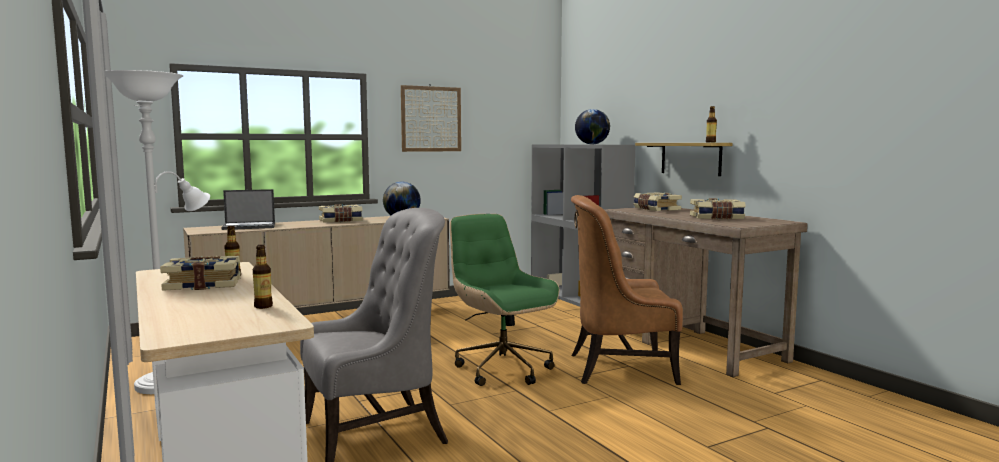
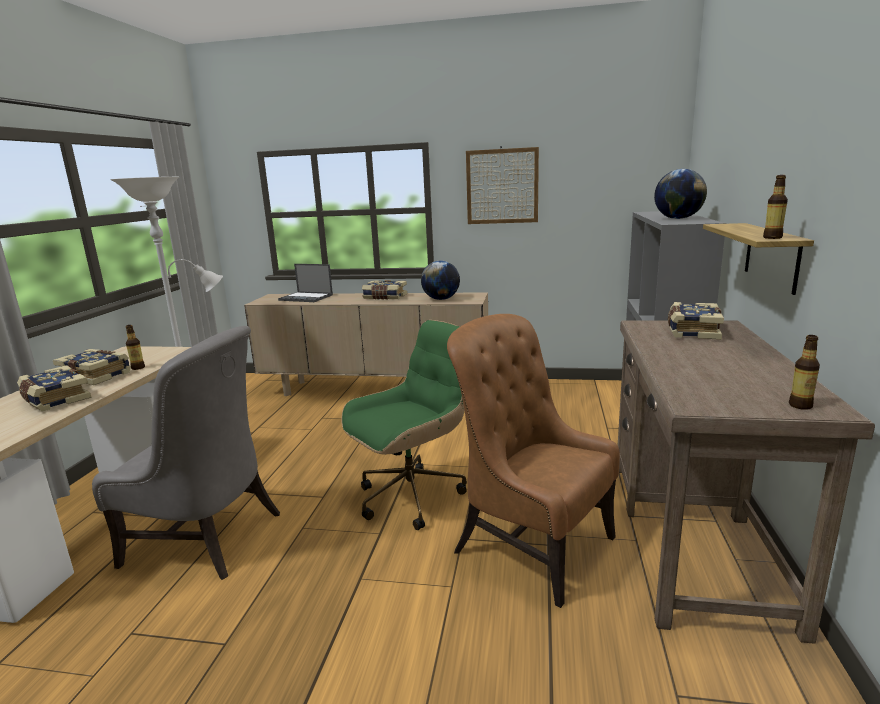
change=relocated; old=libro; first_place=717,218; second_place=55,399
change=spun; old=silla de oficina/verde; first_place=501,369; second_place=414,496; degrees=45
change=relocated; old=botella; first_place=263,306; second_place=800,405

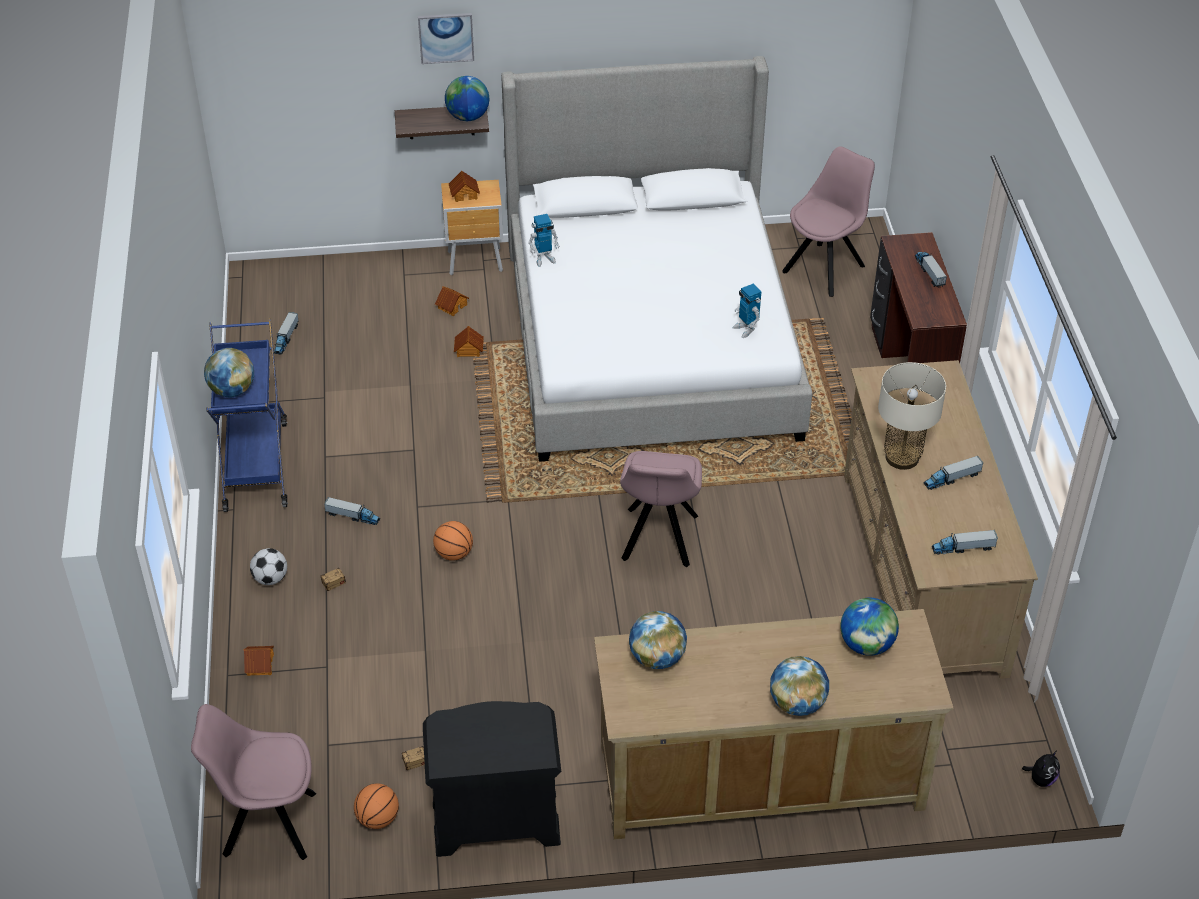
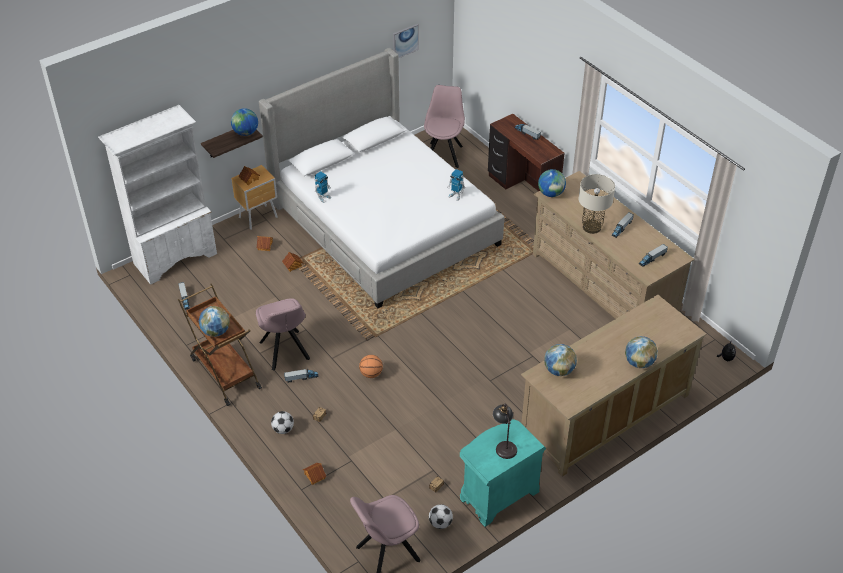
change=relocated; old=cuadro; first_place=446,37; second_place=405,41
change=colour; old=carrito/azul; new=carrito/marrón; first_place=257,465; second_place=225,373
change=relocated; old=silla/rosa; first_place=658,538; second_place=285,351
change=relocated; old=globo terráqueo; first_place=866,645; second_place=551,193
change=colour; old=mesita de noche/negro; new=mesita de noche/turquesa; first_place=494,815; second_place=496,493
change=exchanged; old=balón de baloncesto; new=balón de fútbol; first_place=378,819; second_place=440,523
change=appeared; new=estantería/blanco; second_place=175,258
change=appeared; new=lámpara de mesa/gris; second_place=503,442

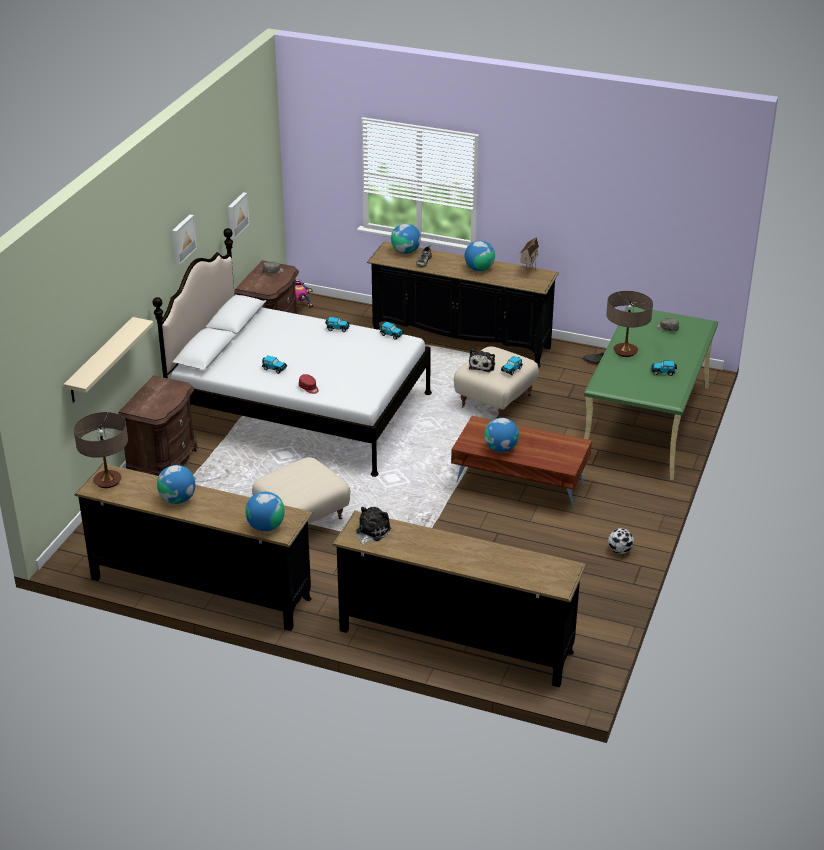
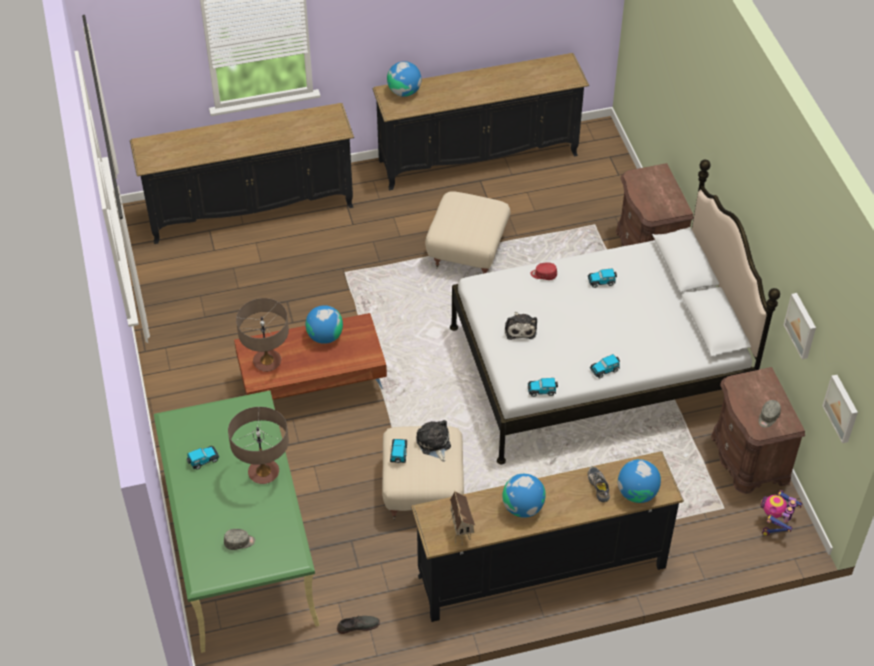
change=relocated; old=cuadro; first_place=182,239; second_place=842,408
change=missing; old=estante/beis; first_place=100,361
change=relocated; old=lámpara de mesa; first_place=107,481; second_place=267,362
change=missing; old=globo terráqueo; first_place=177,499
change=relocated; old=peluche; first_place=371,531; second_place=520,329
change=missing; old=balón de fútbol; first_place=619,551

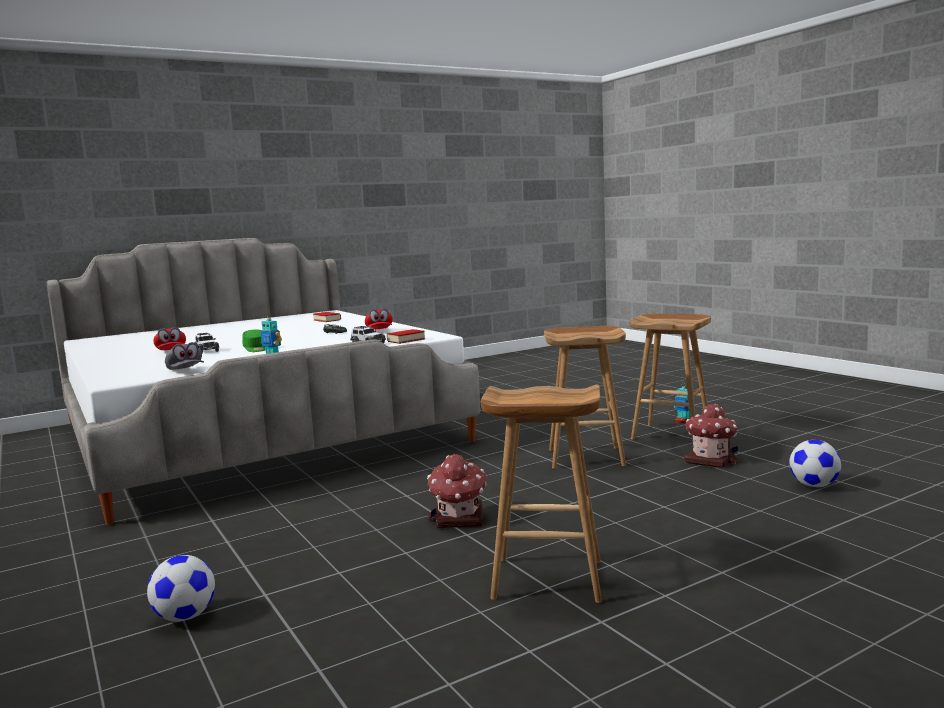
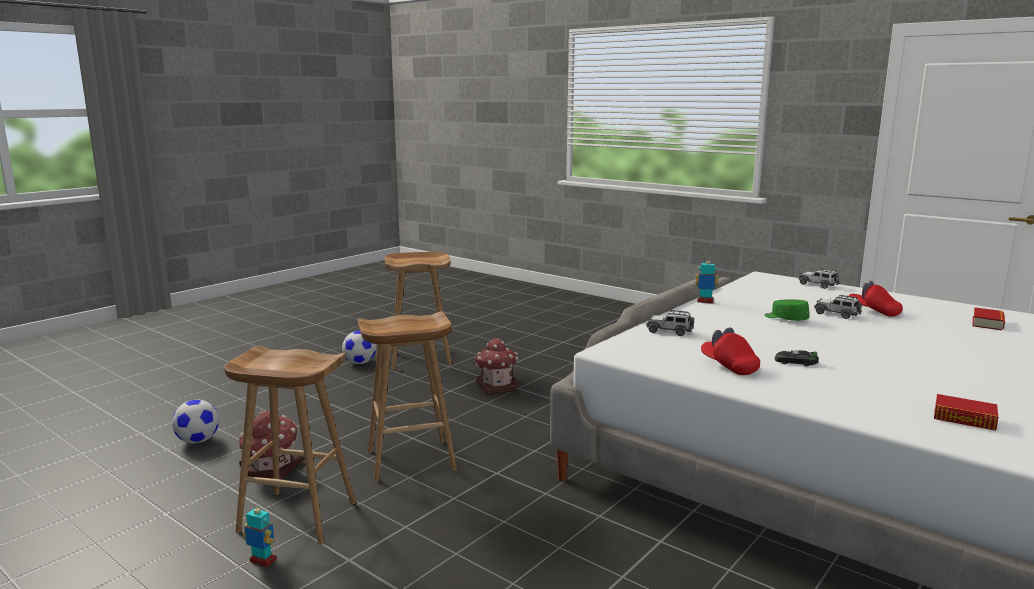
change=relocated; old=libro; first_place=406,340; second_place=987,323
change=missing; old=gorra/gris; first_place=185,371
change=relocated; old=balón de fútbol; first_place=185,617; second_place=360,363
change=appeared; new=coche de juguete; second_place=818,285

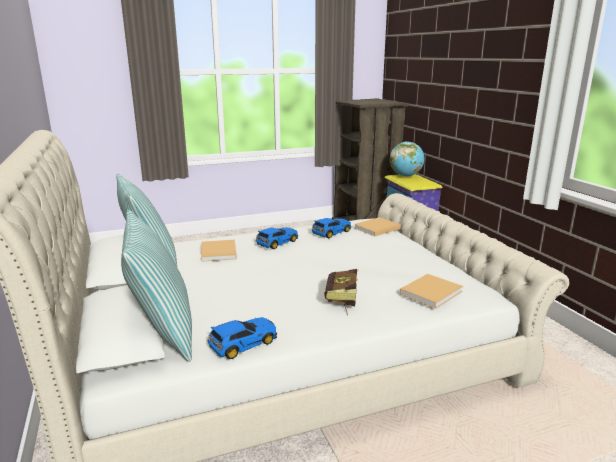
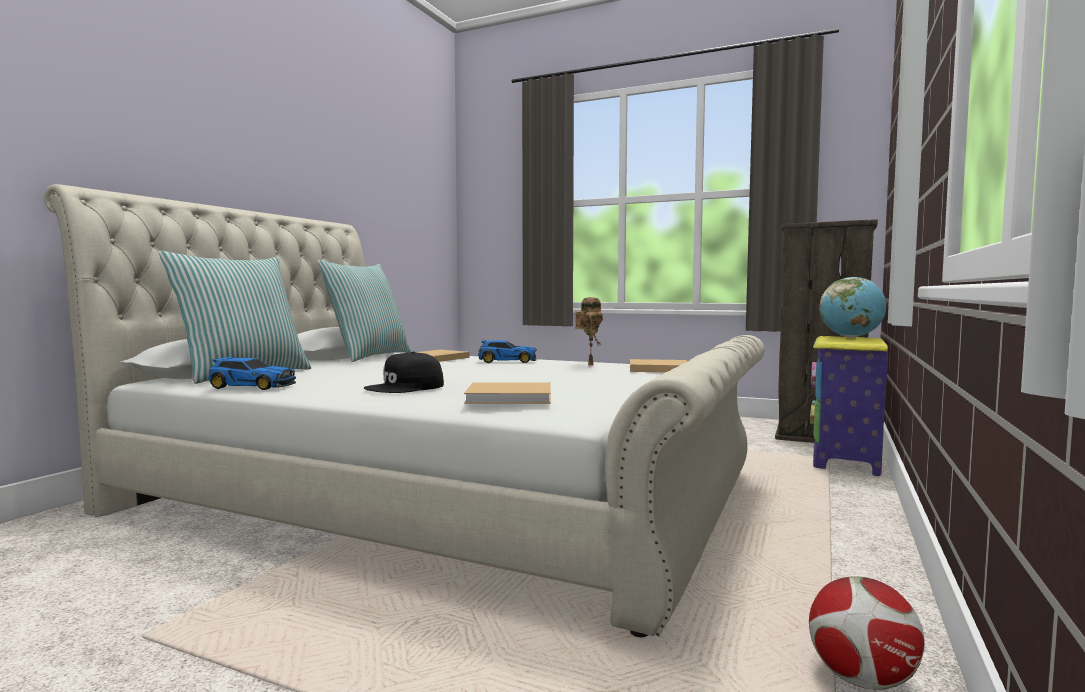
change=exchanged; old=coche de juguete; new=robot de juguete; first_place=331,232; second_place=588,364
change=exchanged; old=libro; new=gorra/negro; first_place=341,302; second_place=406,387
change=appeared; new=balón de fútbol; second_place=861,680

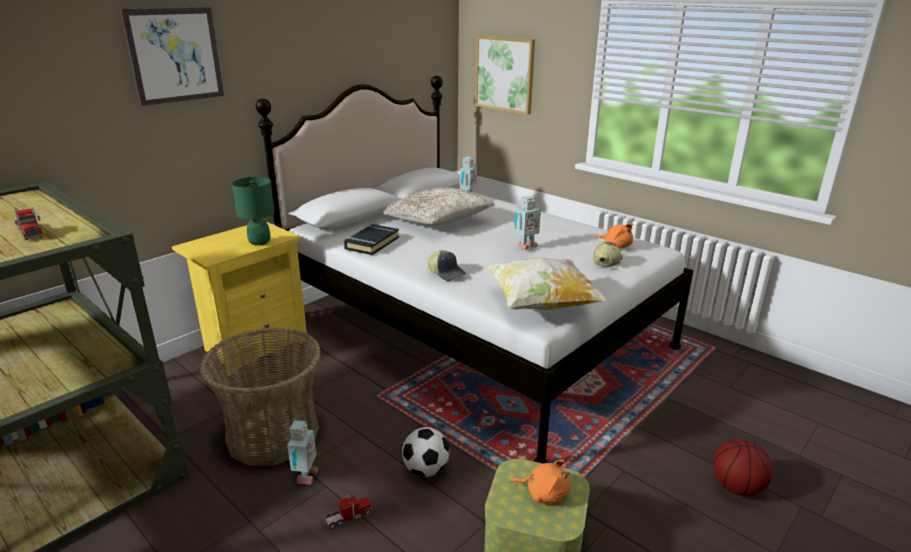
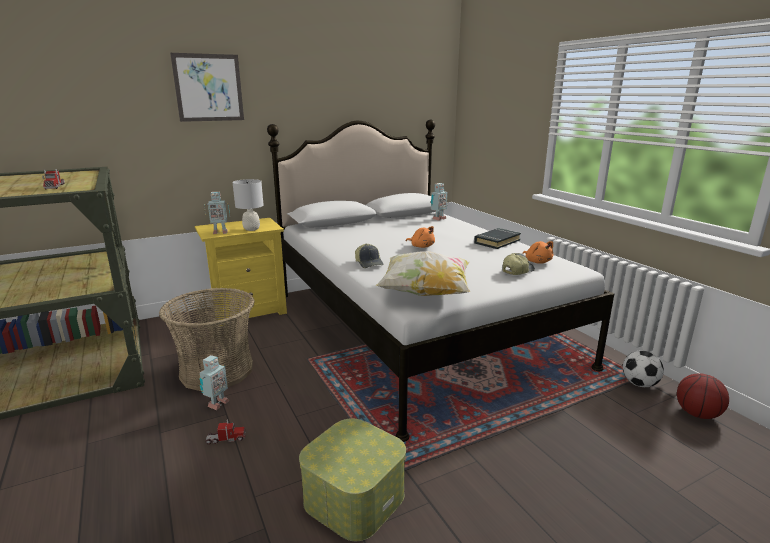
change=missing; old=cuadro; first_place=504,74
change=colour; old=lámpara de mesa/verde; new=lámpara de mesa/gris; first_place=260,242; second_place=252,229
change=missing; old=cojín/beis; first_place=438,221
change=relocated; old=robot de juguete; first_place=525,246; second_place=219,232
change=relocated; old=libro/negro; first_place=371,243; second_place=497,242
change=relocated; old=balón de fútbol; first_place=426,470; second_place=639,384
change=relocated; old=balón de baloncesto; first_place=737,488; second_place=697,414
change=relocated; old=peluche/naranja; first_place=544,493; second_place=421,246

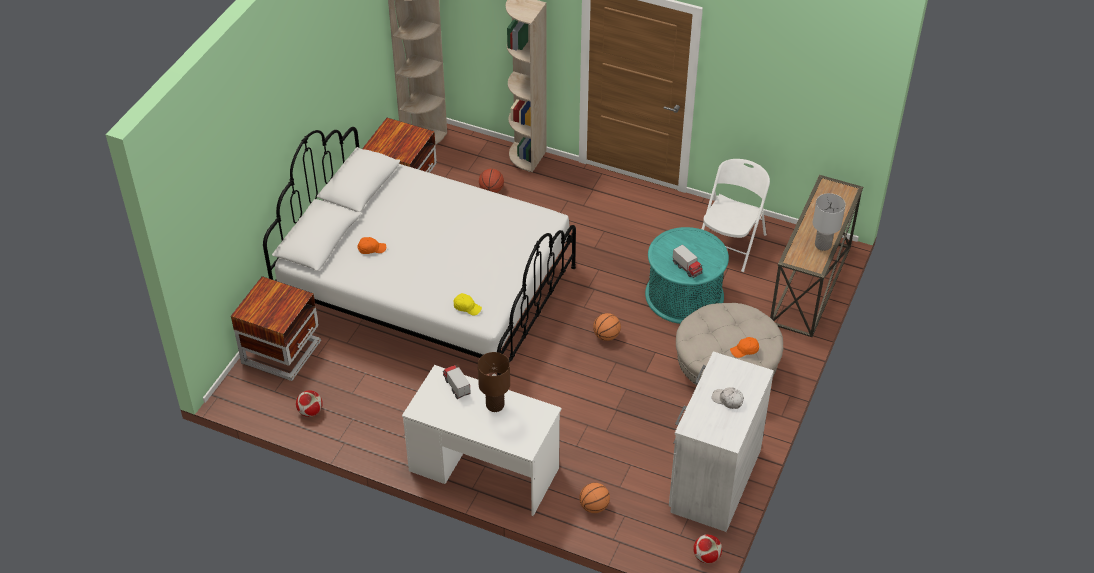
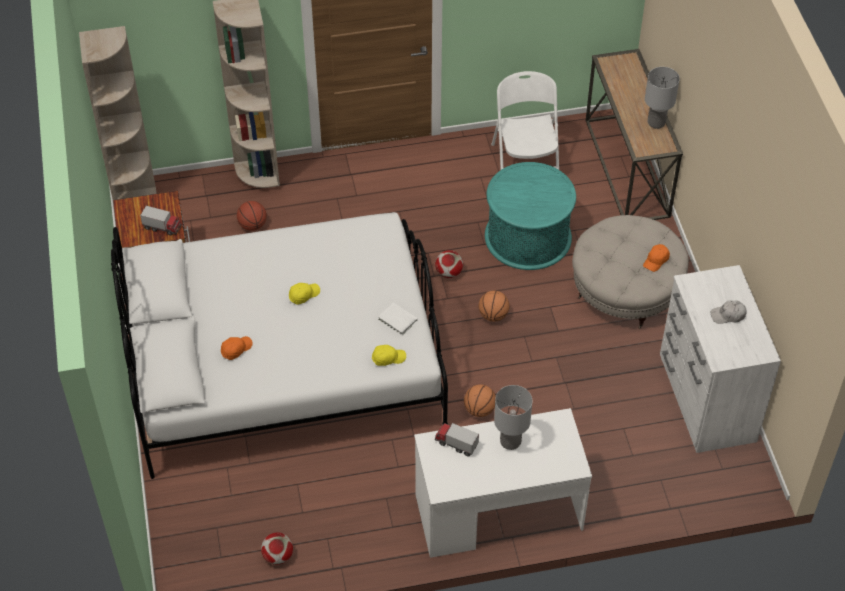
change=relocated; old=camión de juguete; first_place=687,268; second_place=162,227
change=missing; old=mesita de noche; first_place=282,352
change=colour; old=lámpara de mesa/marrón; new=lámpara de mesa/gris; first_place=495,407; second_place=510,443
change=relocated; old=balón de baloncesto; first_place=594,506; second_place=479,410
change=relocated; old=balón de fútbol; first_place=706,556; second_place=448,273
change=appeared; new=gorra/amarillo; second_place=303,295
change=appeared; new=libro/blanco; second_place=398,320

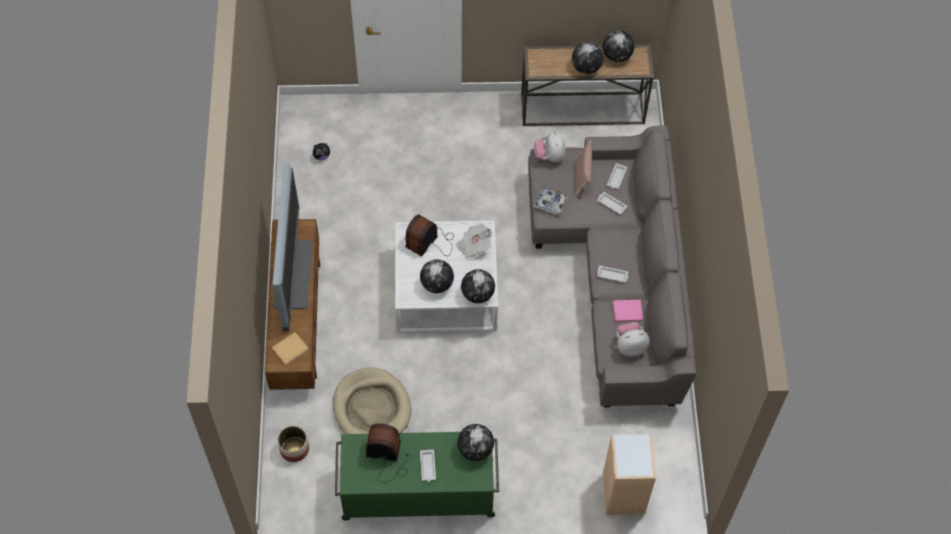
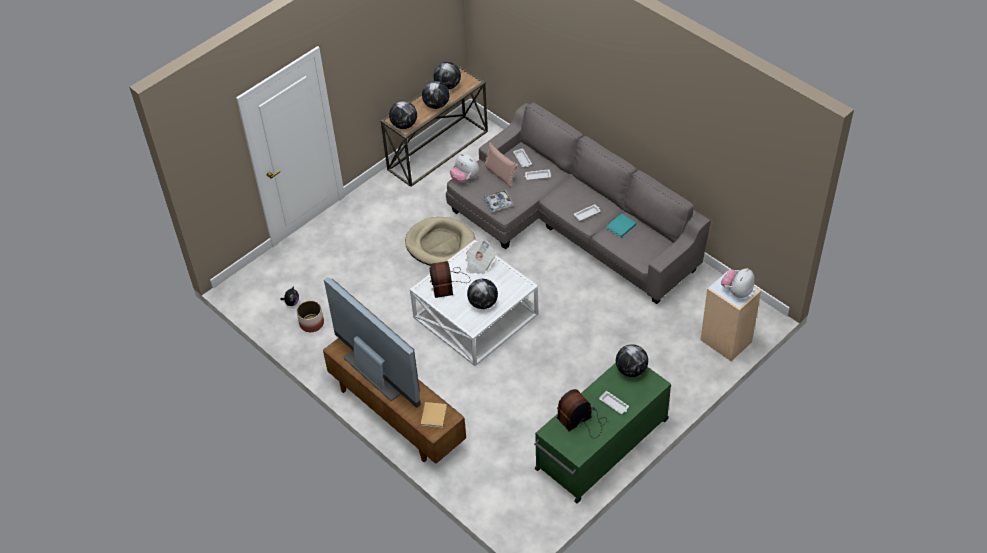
change=relocated; old=globo terráqueo; first_place=477,294; second_place=404,125
change=colour; old=libro/rosa; new=libro/turquesa; first_place=626,311; second_place=620,227
change=relocated; old=peluche; first_place=630,346; second_place=737,291
change=relocated; old=cama para perro/beis; first_place=372,408; second_place=440,244
change=relocated; old=maceta; first_place=294,449; second_place=312,323

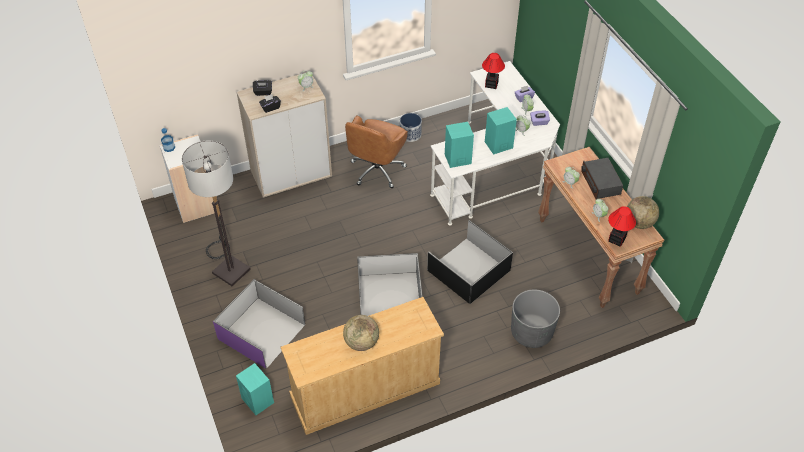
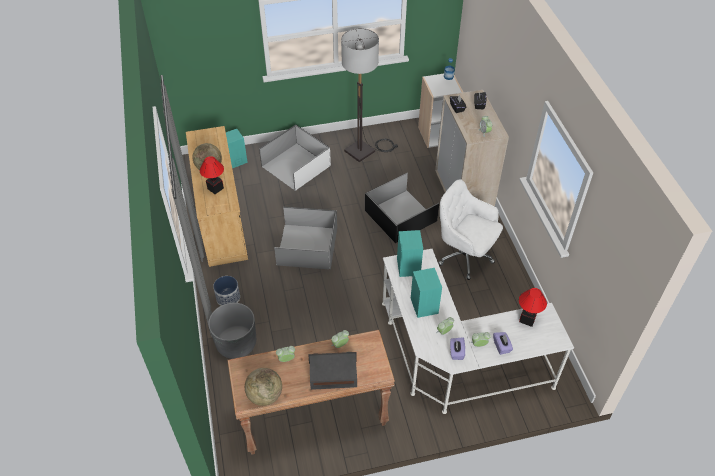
change=relocated; old=maceta; first_place=410,134; second_place=228,298
change=colour; old=silla de oficina/marrón; new=silla de oficina/blanco; first_place=377,170; second_place=465,256
change=relocated; old=lámpara de mesa; first_place=616,239; second_place=215,188
change=relocated; old=caja de almacenaje/negro; first_place=469,269; second_place=401,216
change=colour; old=caja de almacenaje/morado; new=caja de almacenaje/blanco; first_place=261,332; second_place=295,165

